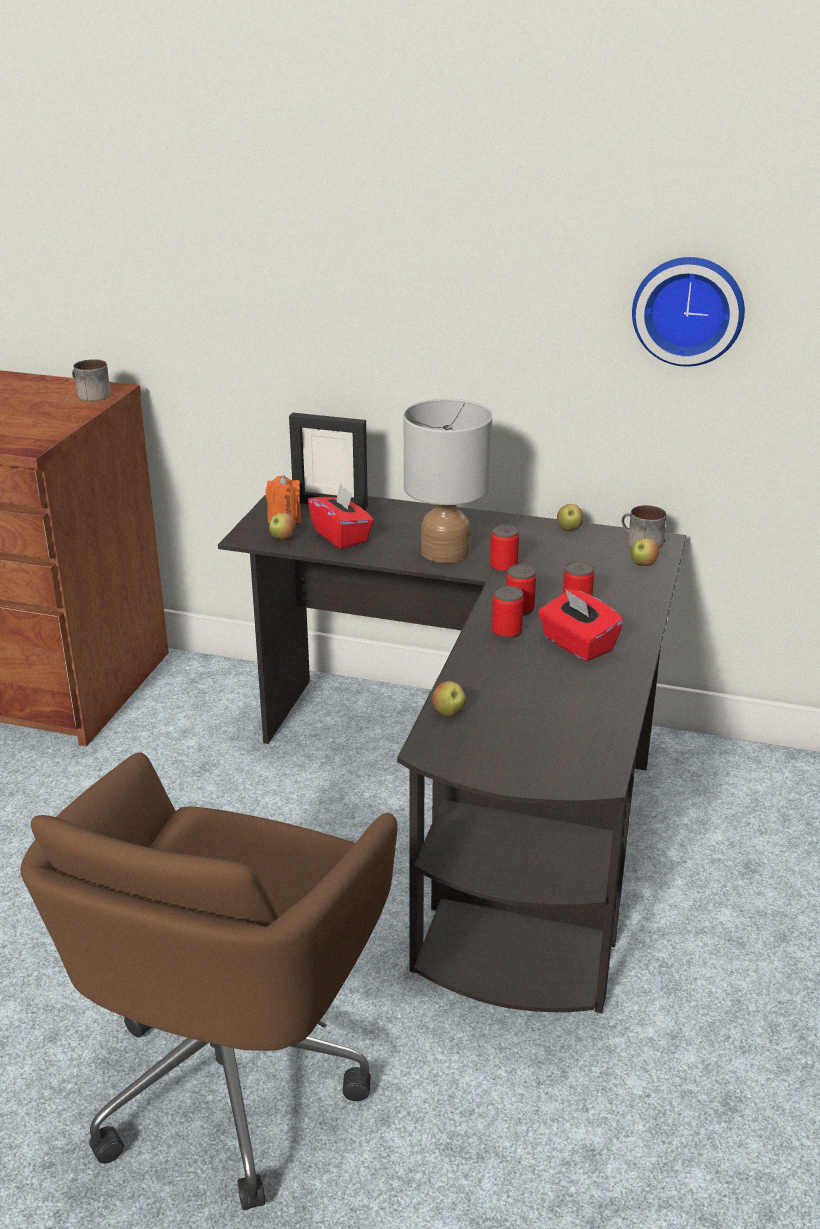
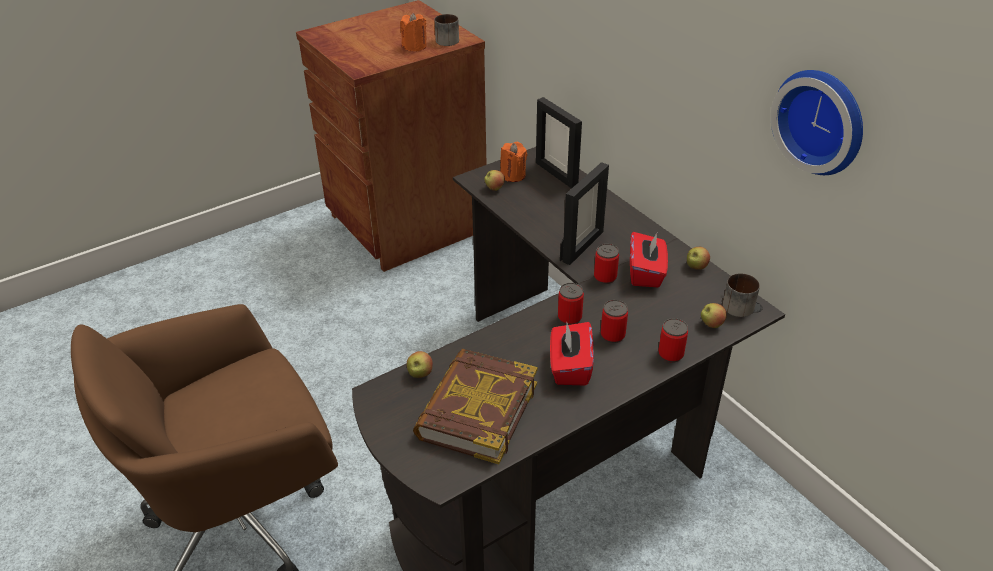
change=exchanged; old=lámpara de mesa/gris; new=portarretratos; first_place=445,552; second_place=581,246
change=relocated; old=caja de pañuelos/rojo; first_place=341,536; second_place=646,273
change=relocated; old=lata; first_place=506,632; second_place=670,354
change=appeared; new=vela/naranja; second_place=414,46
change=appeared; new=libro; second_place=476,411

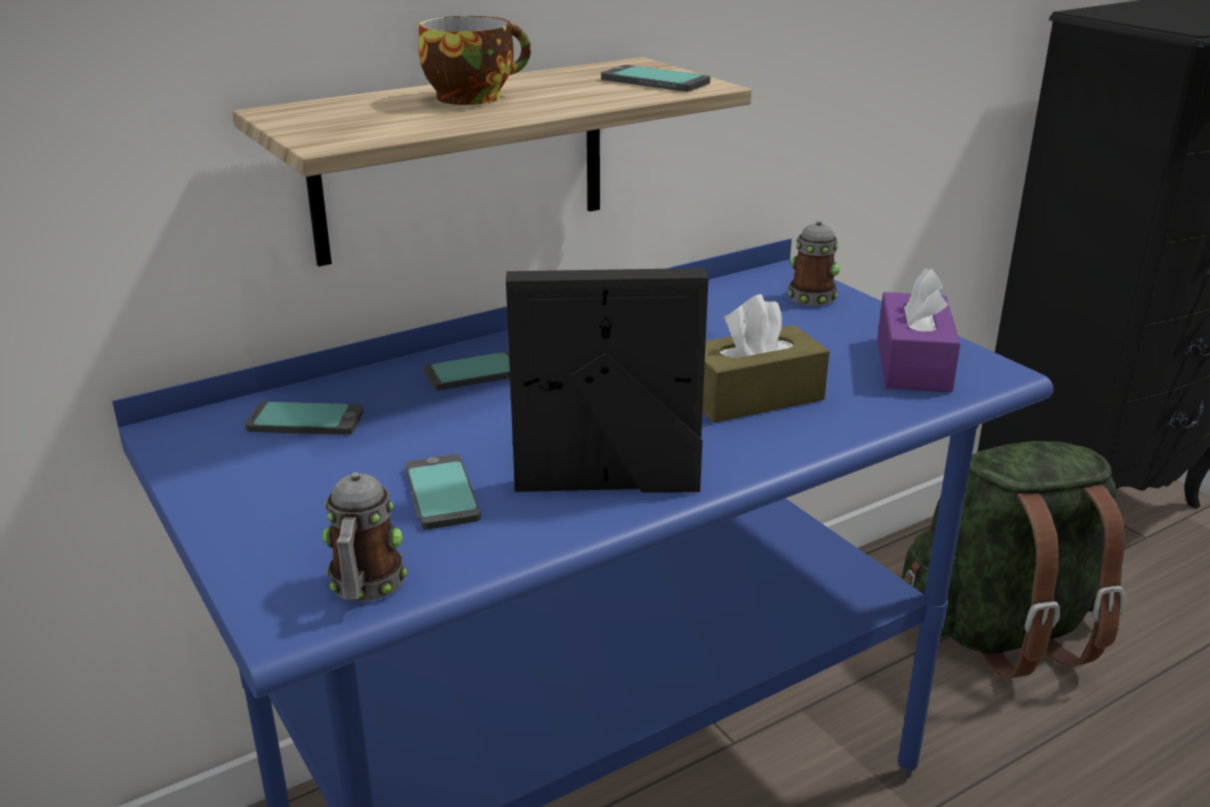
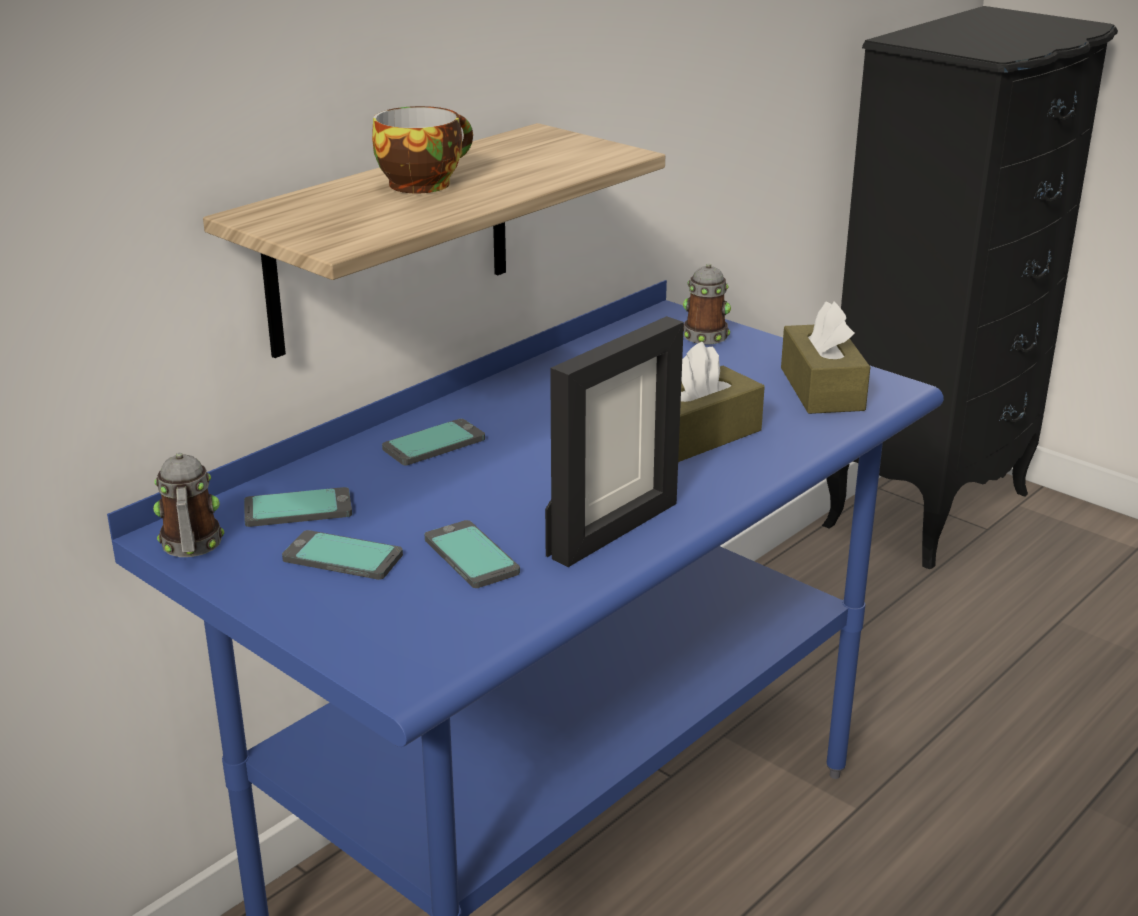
change=relocated; old=móvil; first_place=654,81; second_place=342,558
change=spun; old=portarretratos; first_place=606,485; second_place=613,529; degrees=150
change=colour; old=caja de pañuelos/morado; new=caja de pañuelos/marrón; first_place=913,364; second_place=822,389
change=missing; old=mochila/verde; first_place=1003,630
change=relocated; old=taza grande; first_place=365,587; second_place=191,547

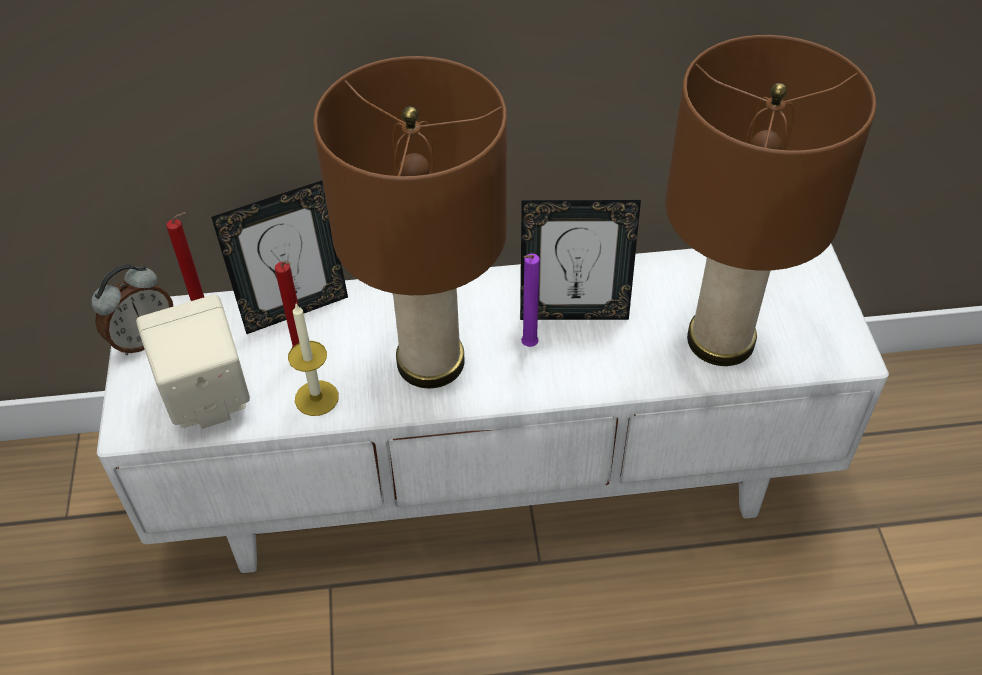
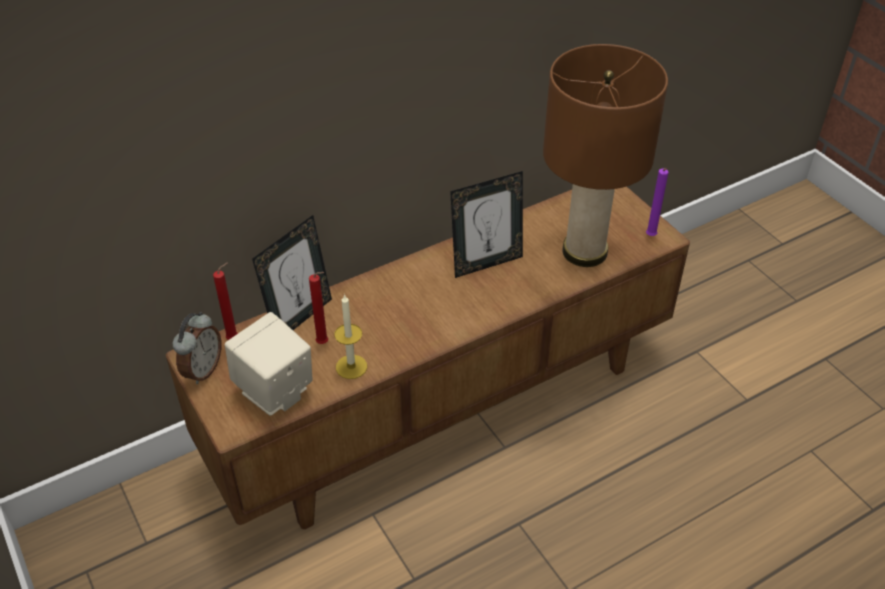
change=missing; old=lámpara de mesa/marrón; first_place=430,360
change=colour; old=mueble de televisión/blanco; new=mueble de televisión/marrón; first_place=495,467; second_place=442,399
change=relocated; old=vela/morado; first_place=527,346; second_place=650,237

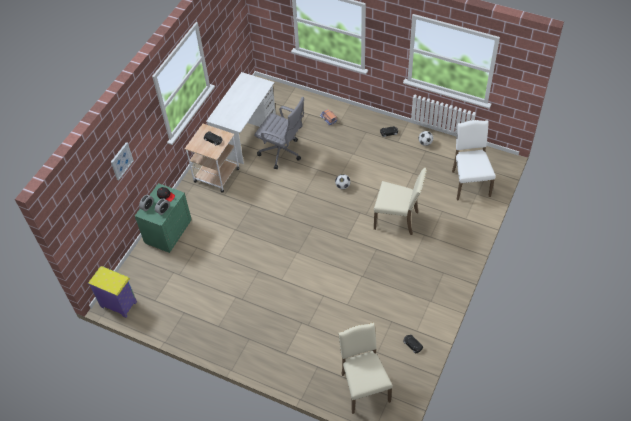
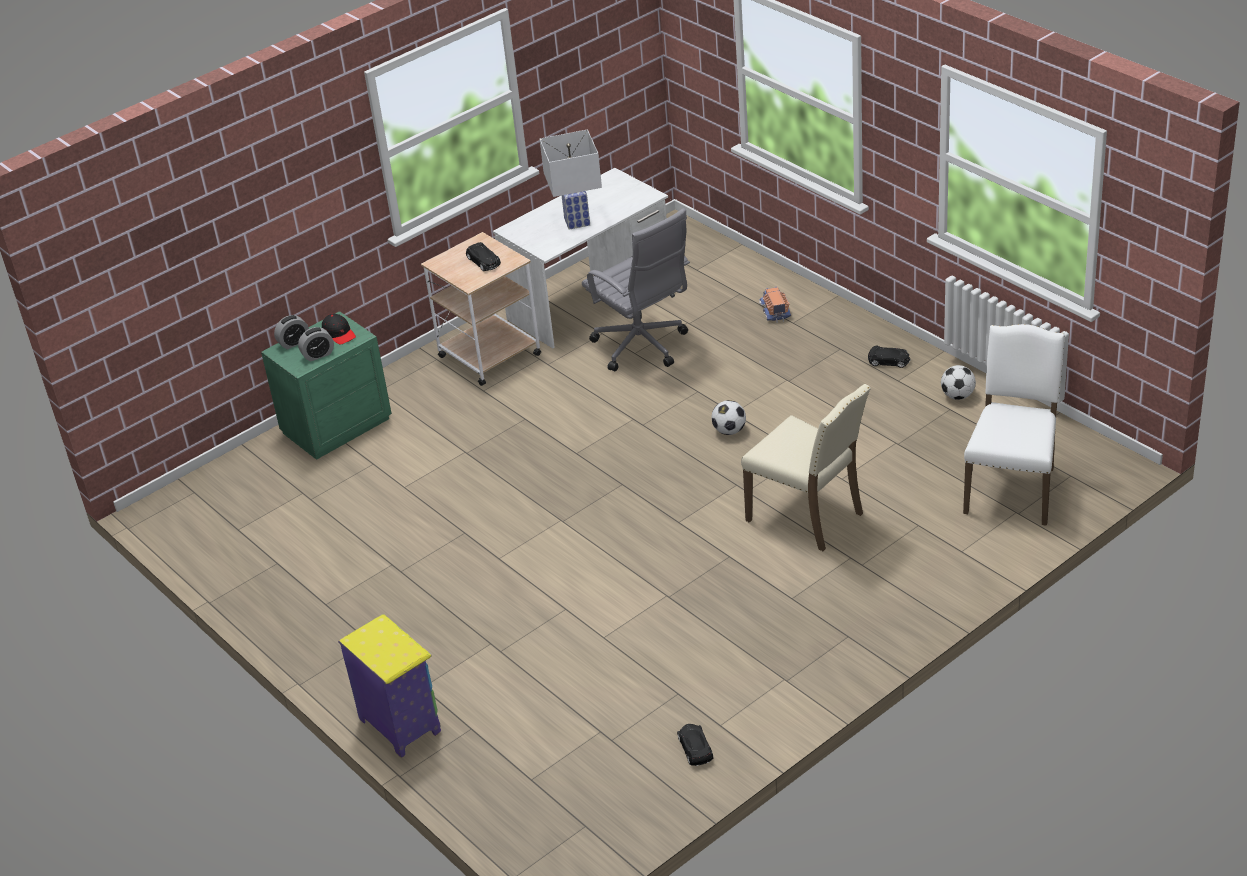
change=missing; old=cuadro; first_place=121,161
change=relocated; old=mesita de noche; first_place=118,303; second_place=400,723
change=missing; old=silla/beis; first_place=363,387
change=appeared; new=lámpara de mesa/blanco; second_place=577,222

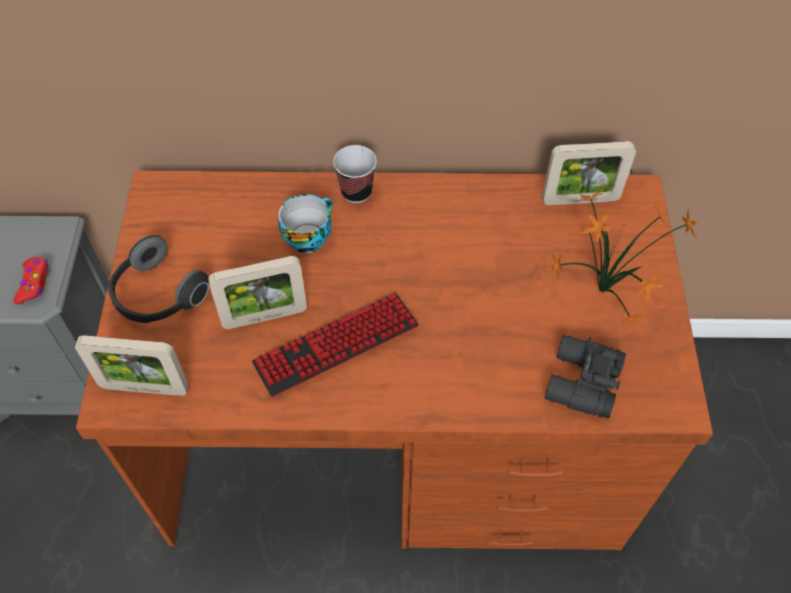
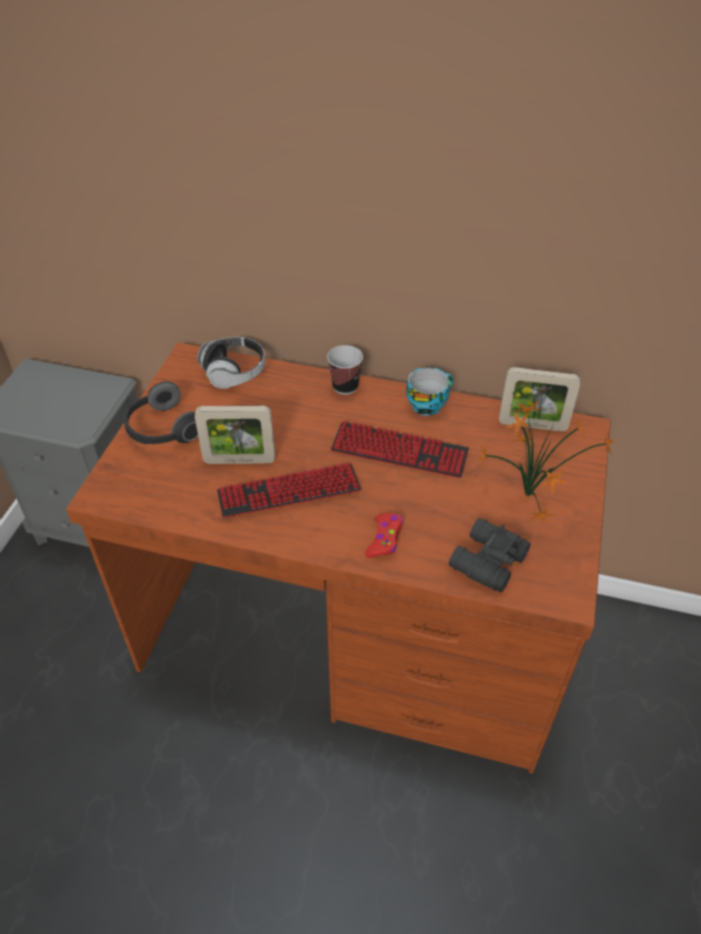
change=relocated; old=taza; first_place=308,236; second_place=427,404
change=relocated; old=mando de consola/rojo; first_place=33,283; second_place=384,539
change=missing; old=portarretratos; first_place=144,388
change=appeared; new=auriculares; second_place=234,372
change=appeared; new=teclado; second_place=399,451

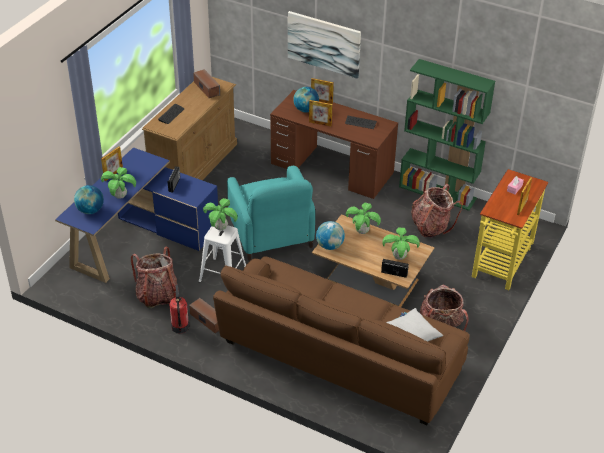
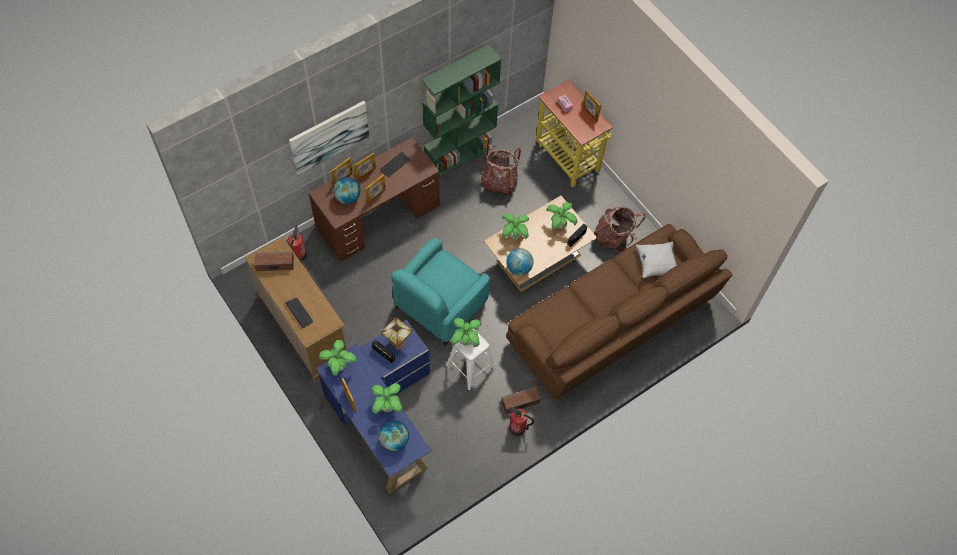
change=spun; old=sillón/turquesa; first_place=271,234; second_place=439,305; degrees=120
change=missing; old=mochila; first_place=157,295
change=appeared; new=portarretratos; second_place=365,174
change=appeared; new=extintor; second_place=298,255
change=appeared; new=lámpara de mesa; second_place=397,343
change=appeared; new=planta en maceta; second_place=339,366

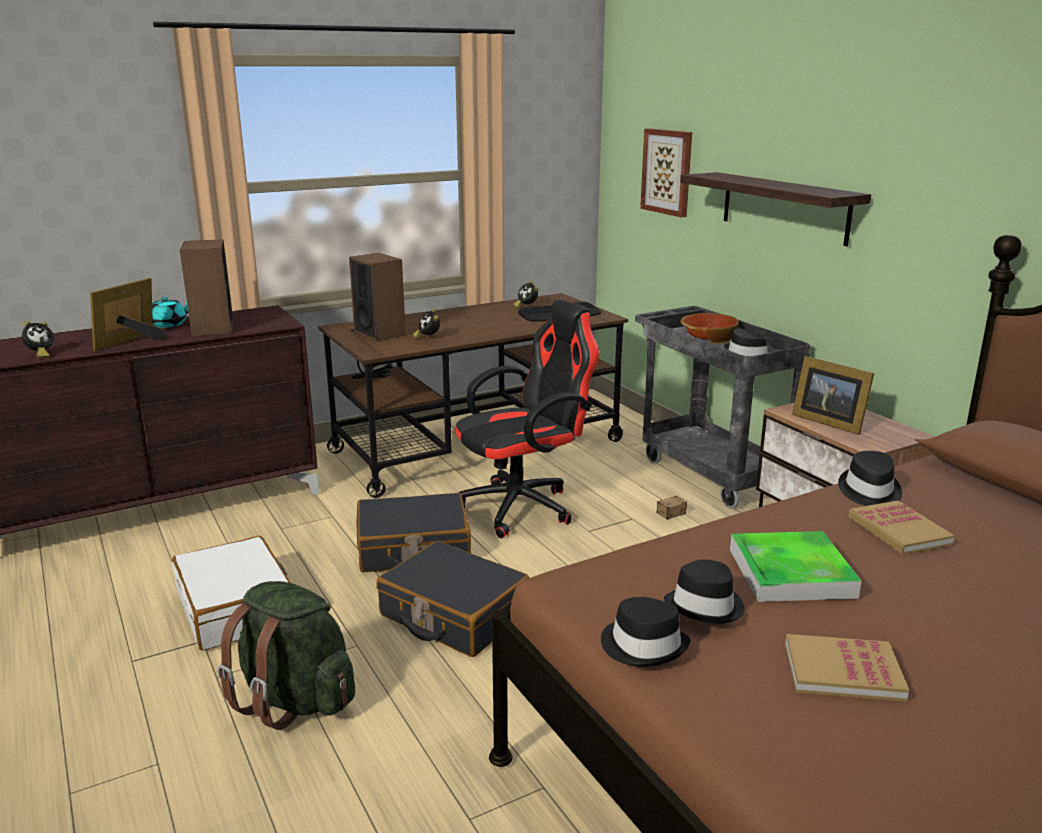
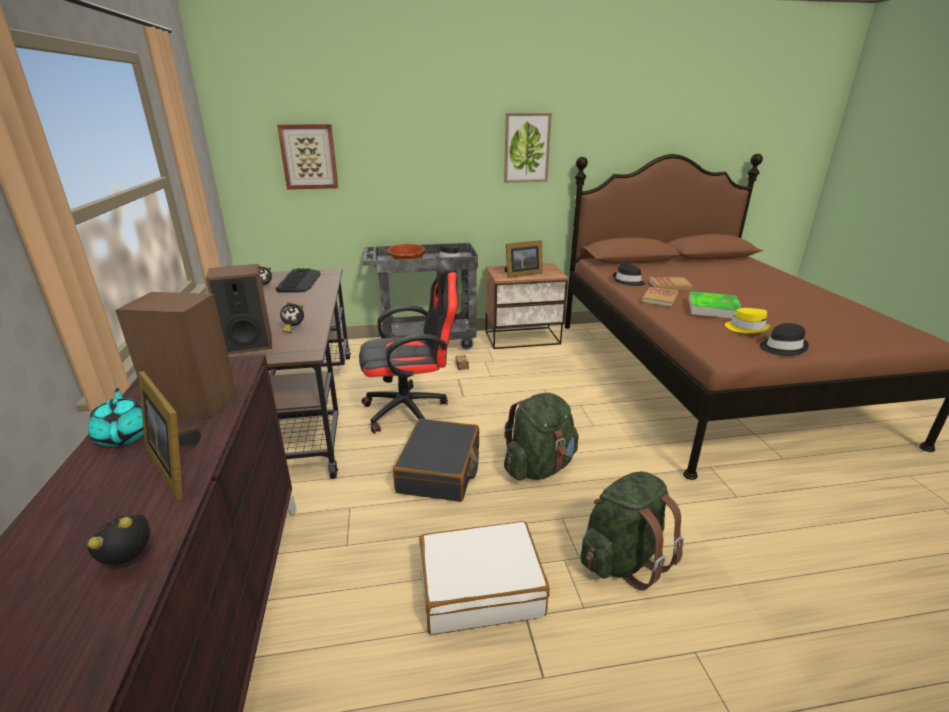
change=missing; old=estante; first_place=784,207
change=spun; old=silla de oficina/negro; first_place=525,506; second_place=412,411; degrees=90
change=spun; old=despertador; first_place=40,355; second_place=132,560; degrees=-105
change=exchanged; old=maleta/negro; new=mochila/verde; first_place=453,615; second_place=539,467
change=colour; old=sombrero/negro; new=sombrero/amarillo; first_place=706,605; second_place=746,328
change=relocated; old=libro; first_place=842,671; second_place=659,298
change=appeared; new=cuadro; second_place=526,148

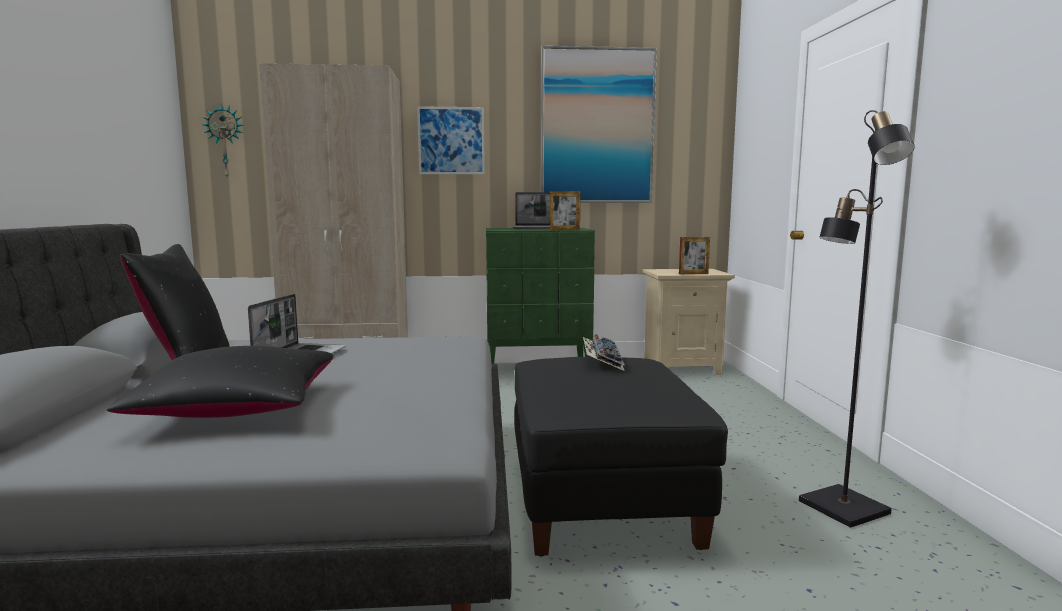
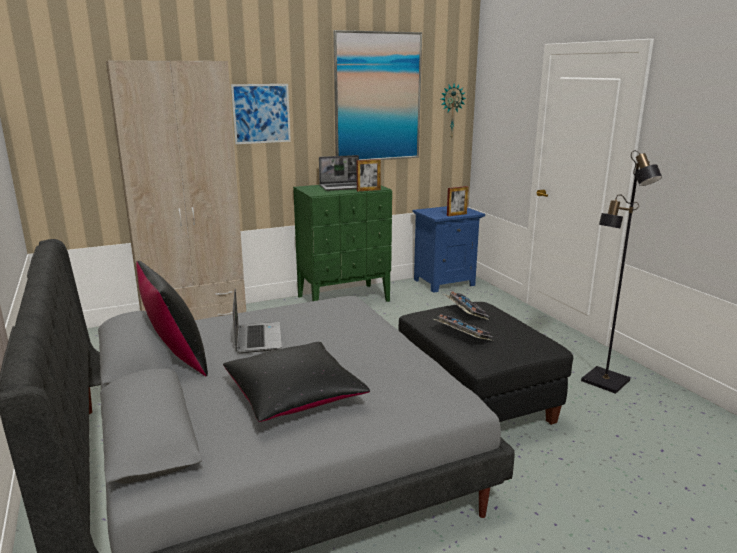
change=relocated; old=reloj de pared; first_place=225,141; second_place=451,111
change=colour; old=mesita de noche/beis; new=mesita de noche/azul; first_place=683,368; second_place=445,283
change=appeared; new=teclado; second_place=461,334

